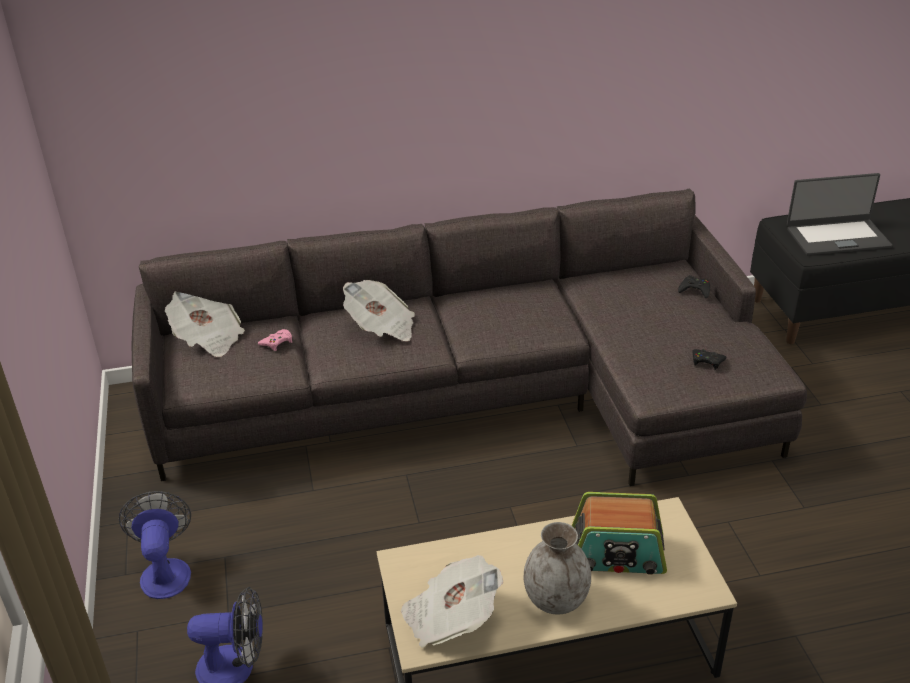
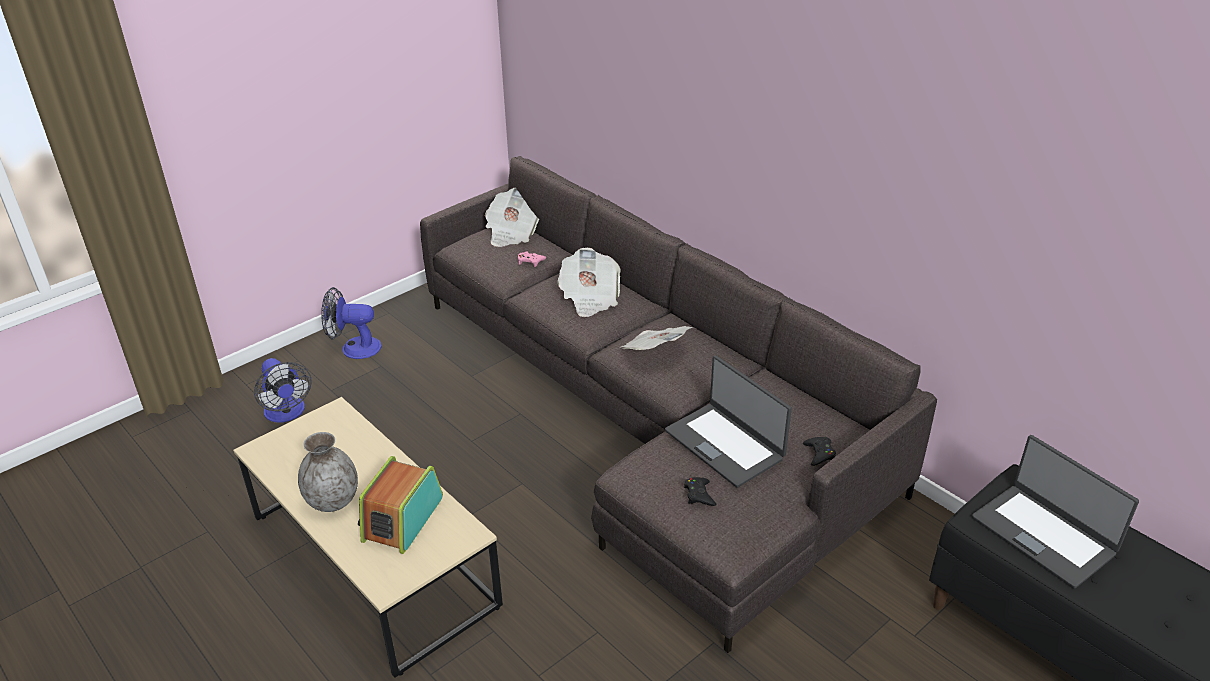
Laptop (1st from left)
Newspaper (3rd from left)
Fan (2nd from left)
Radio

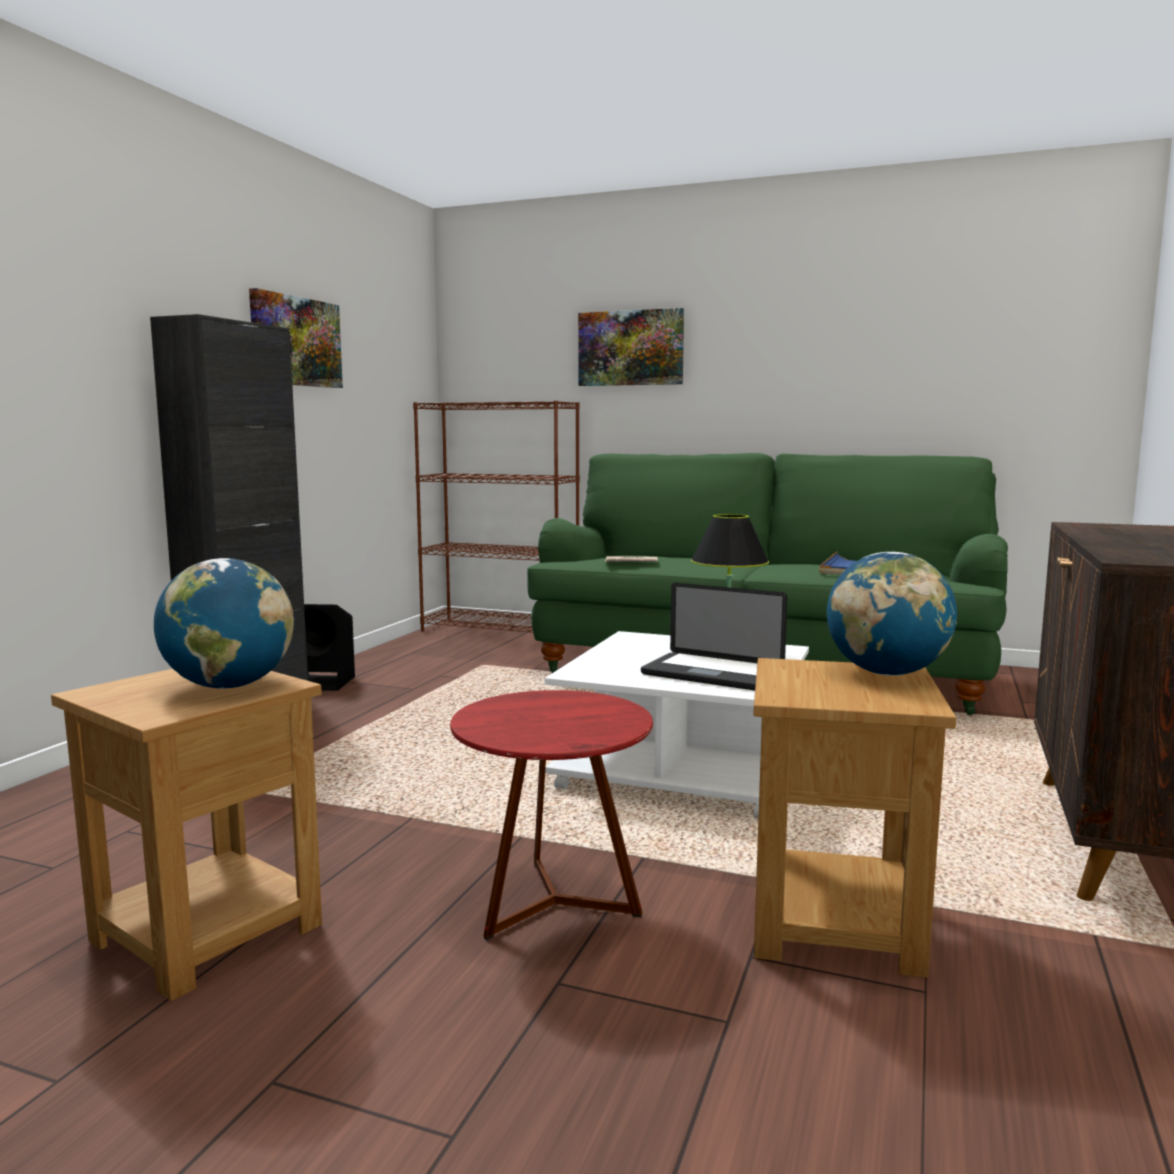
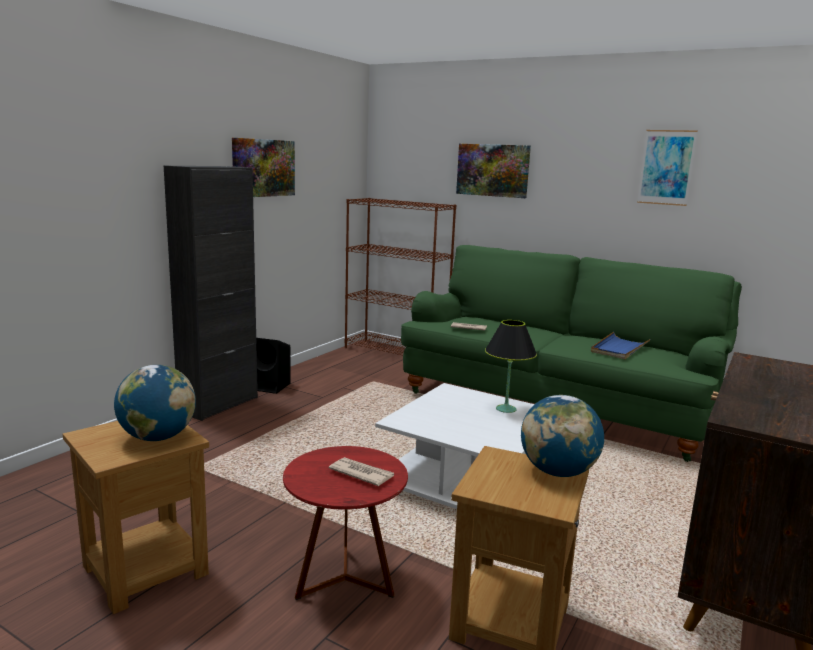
Laptop
Newspaper (1st from left)
Picture (3rd from left)

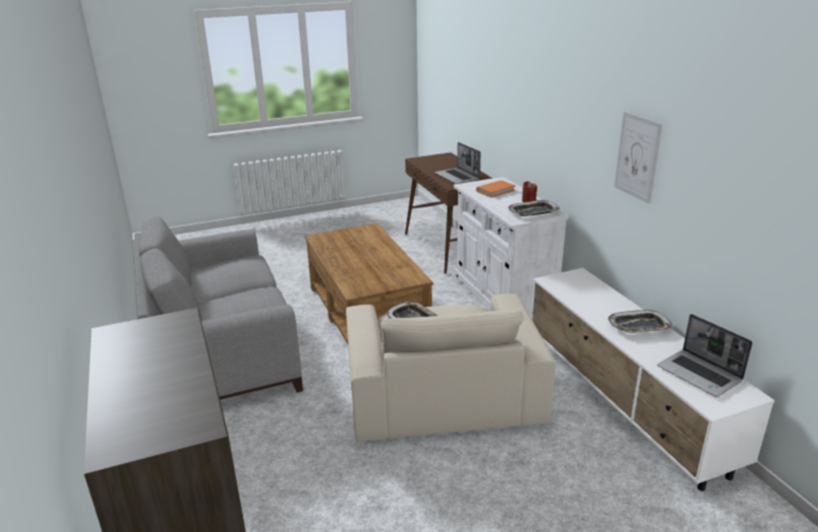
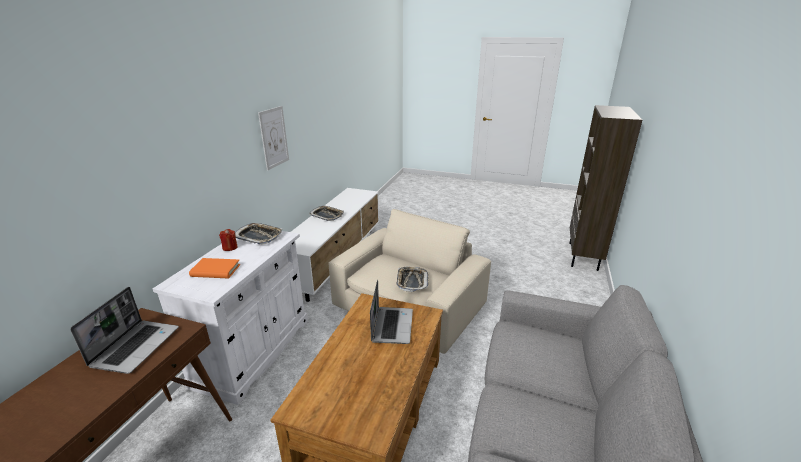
Laptop (2nd from left)

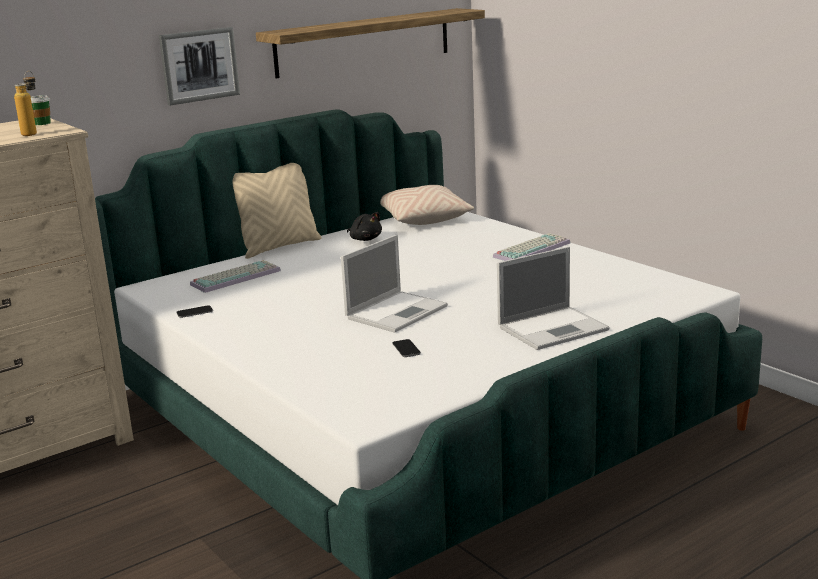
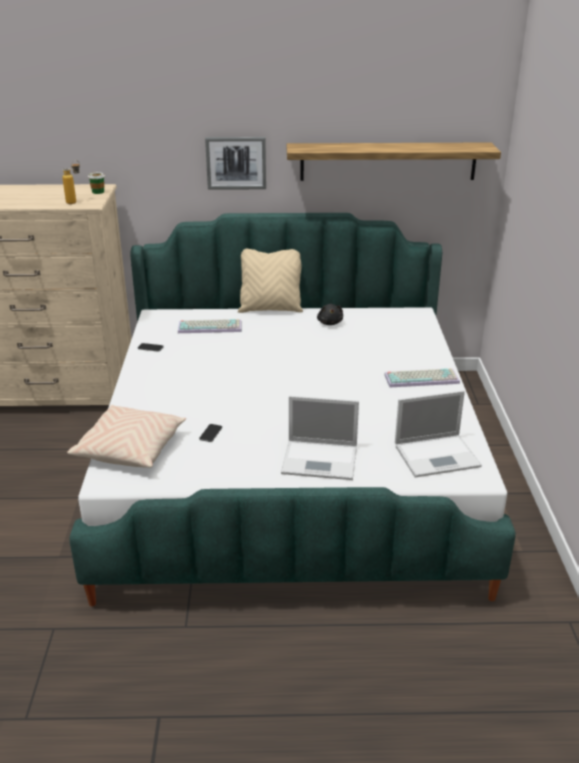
Laptop (2nd from left)
BeigePillow (1st from left)

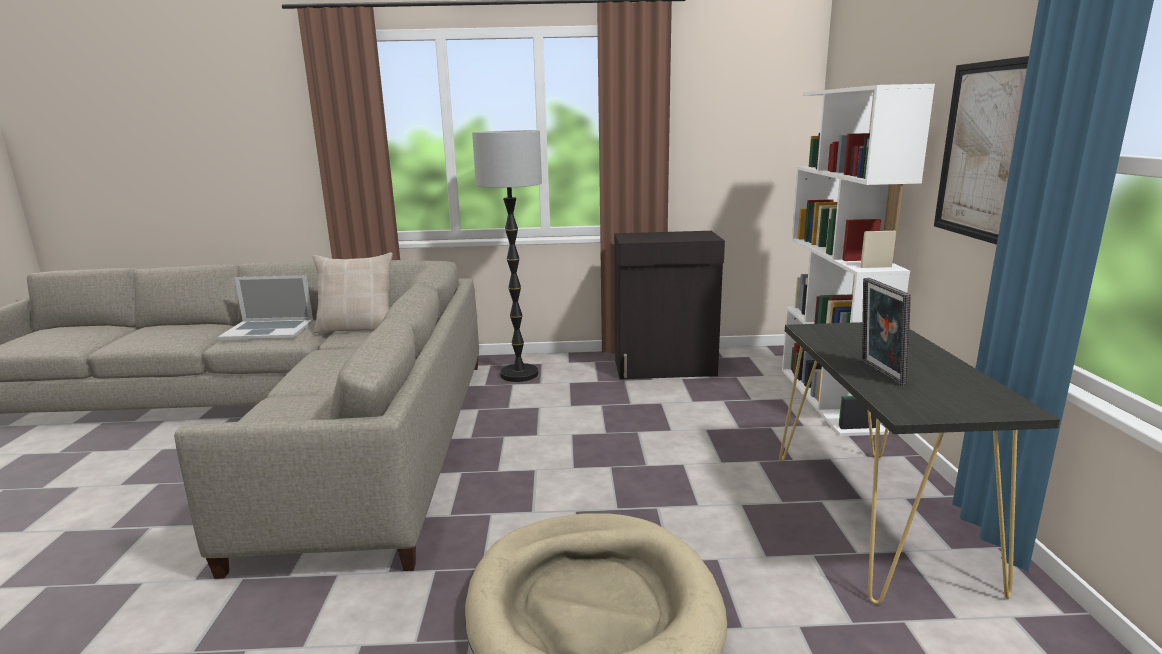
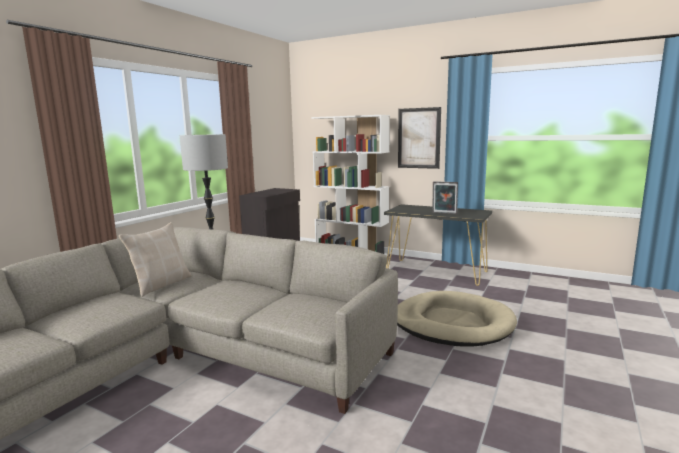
Laptop

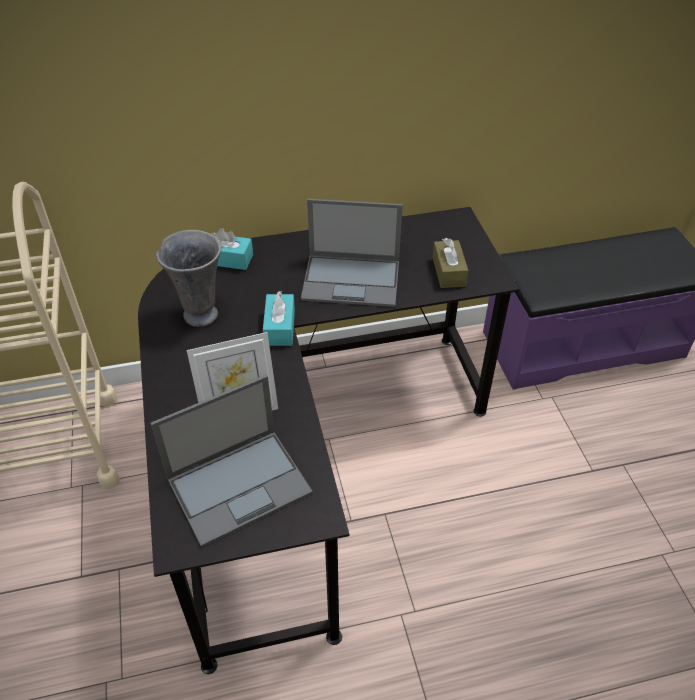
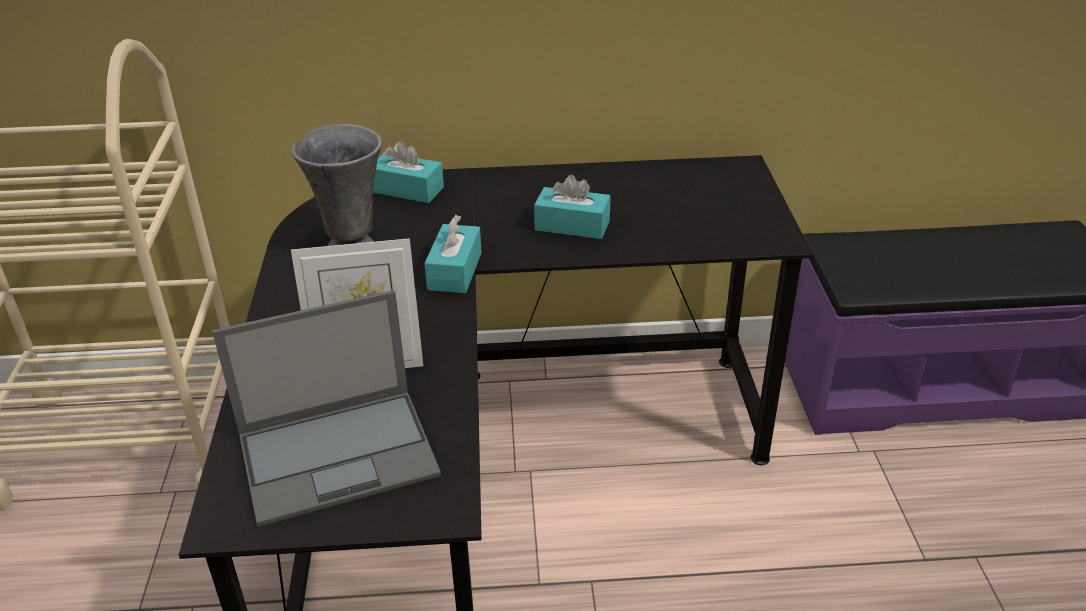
BrownTissueBox
TurquoiseTissueBox (3rd from left)

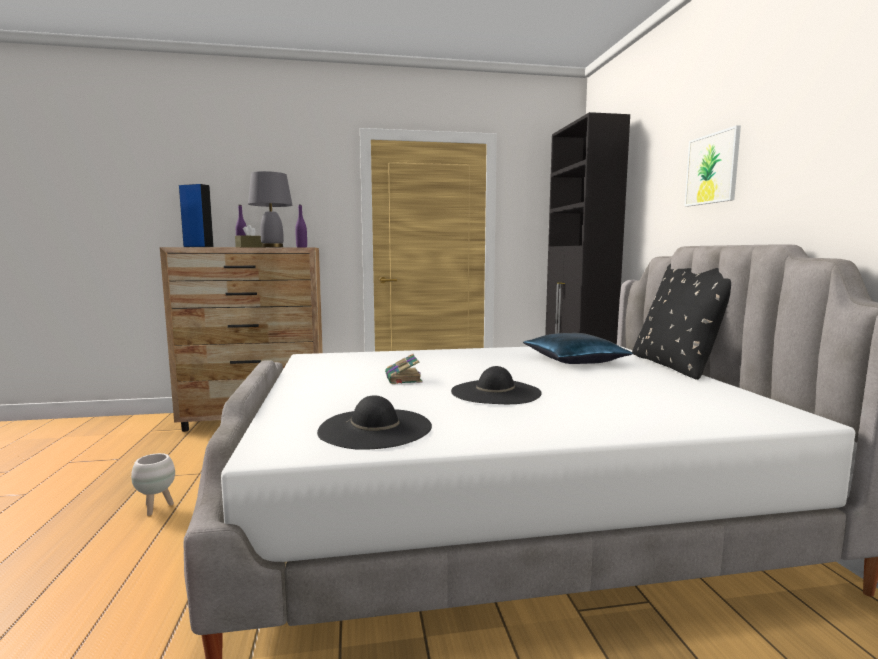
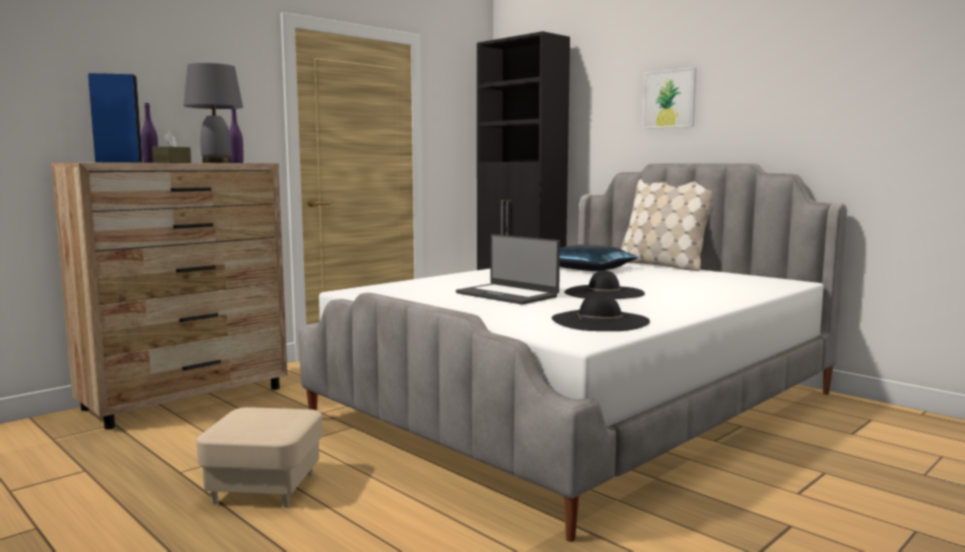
BeigeOttoman
Laptop
BeigePillow

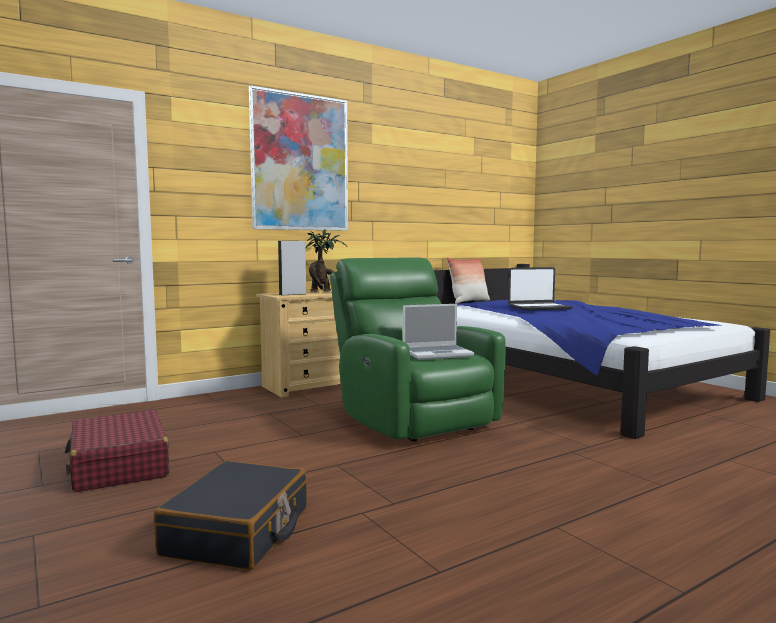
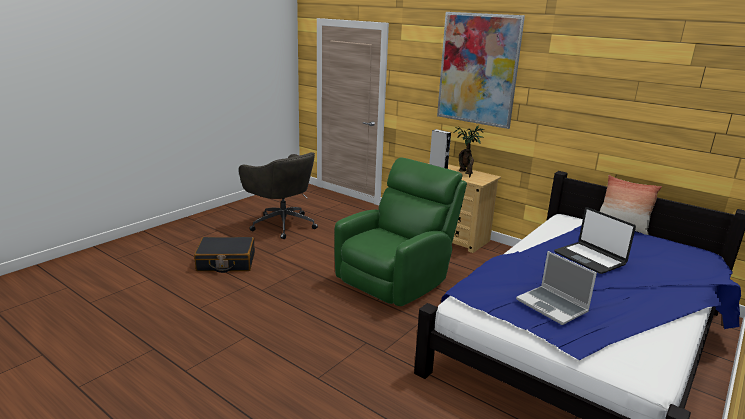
Laptop (1st from left)
GreyOfficeChair

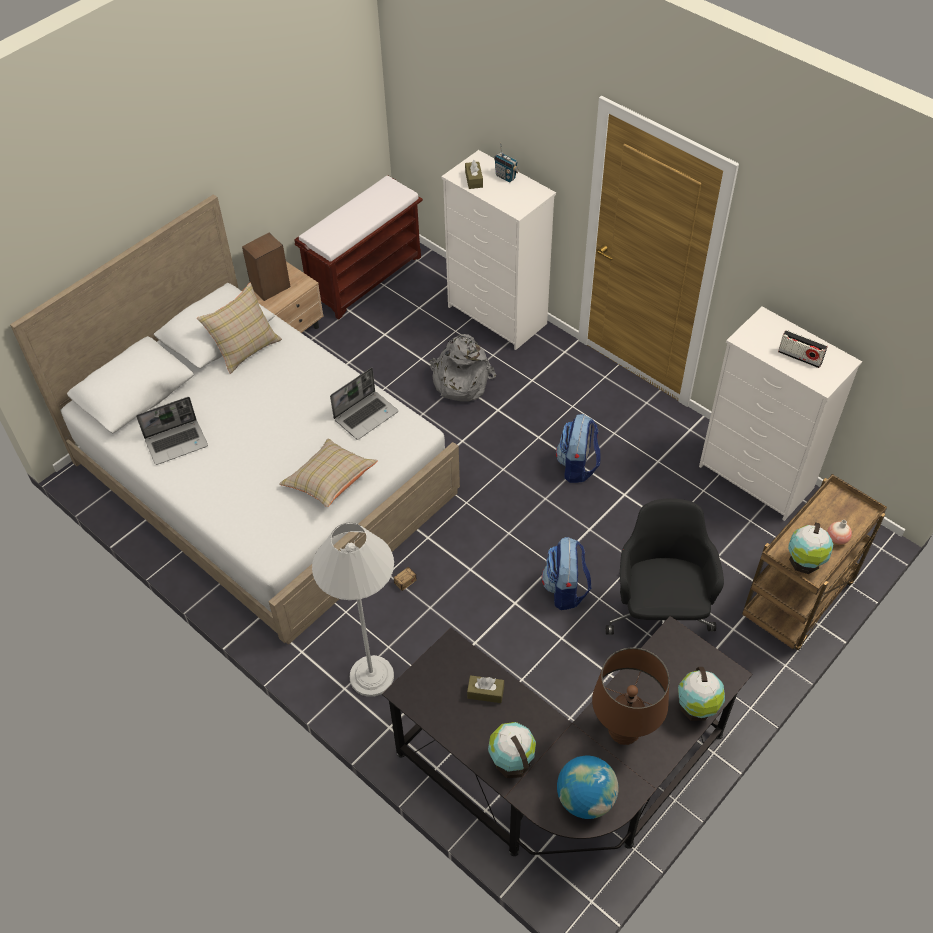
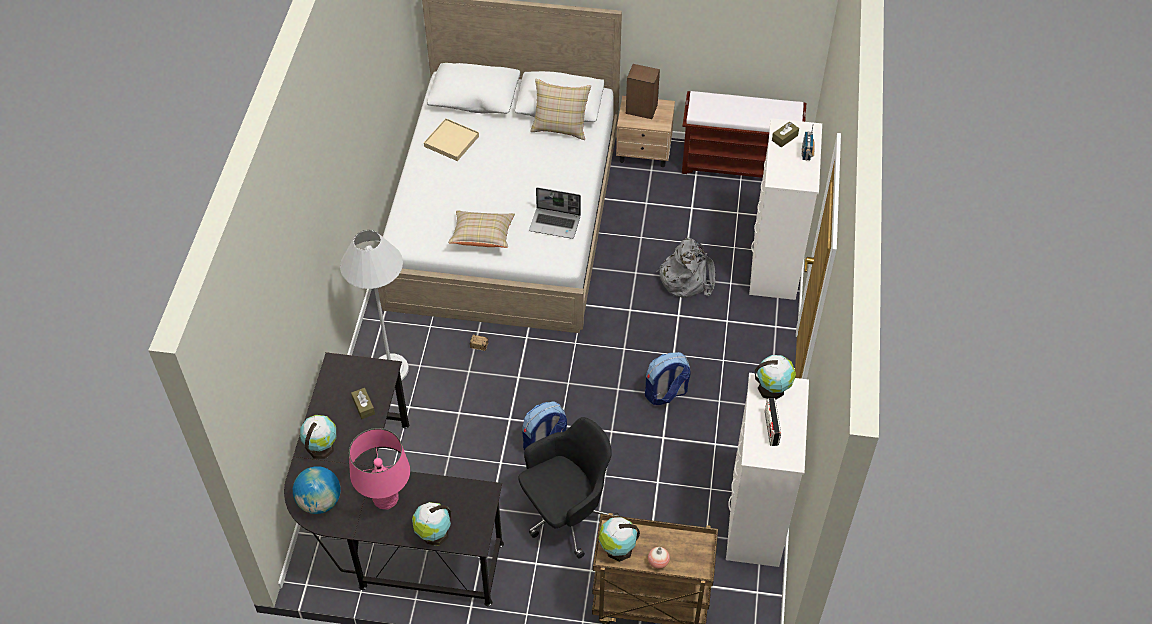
Globe (5th from left)
BeigeTray
PinkTableLamp

